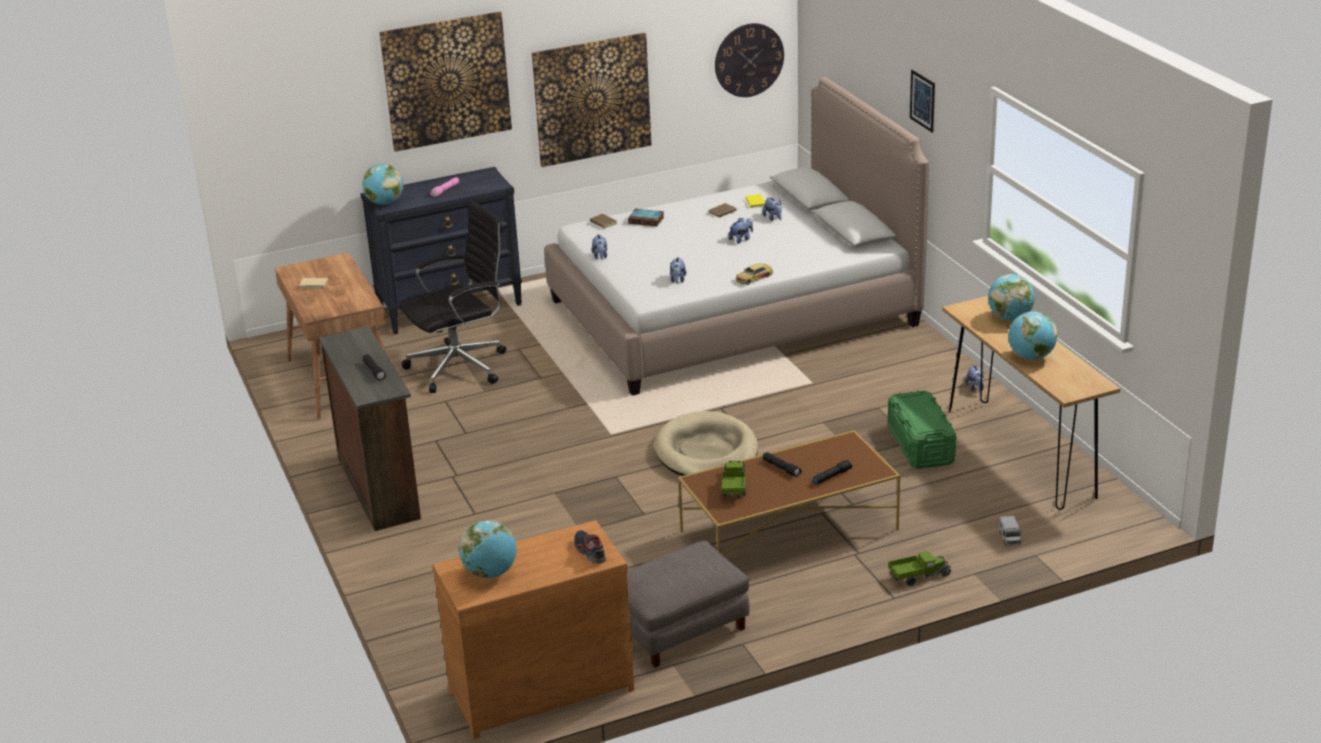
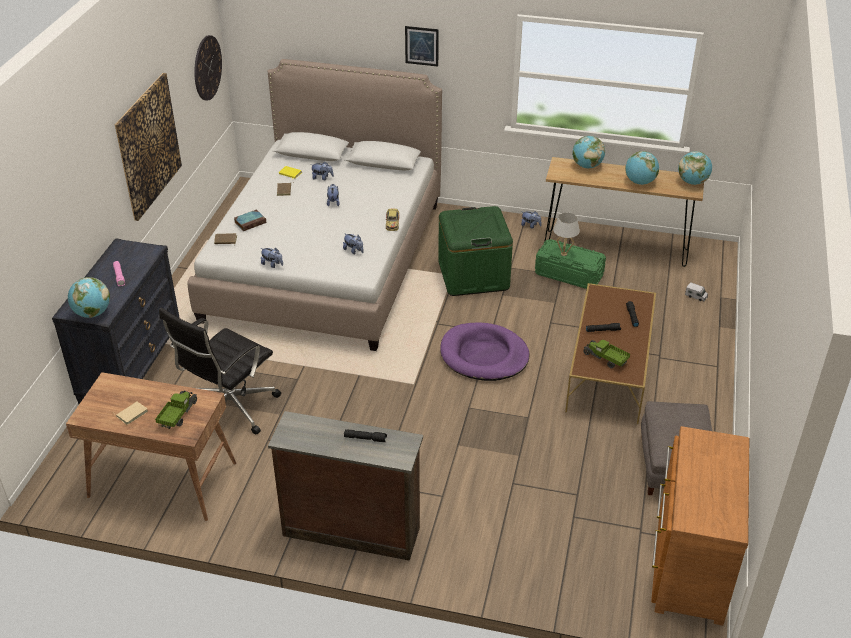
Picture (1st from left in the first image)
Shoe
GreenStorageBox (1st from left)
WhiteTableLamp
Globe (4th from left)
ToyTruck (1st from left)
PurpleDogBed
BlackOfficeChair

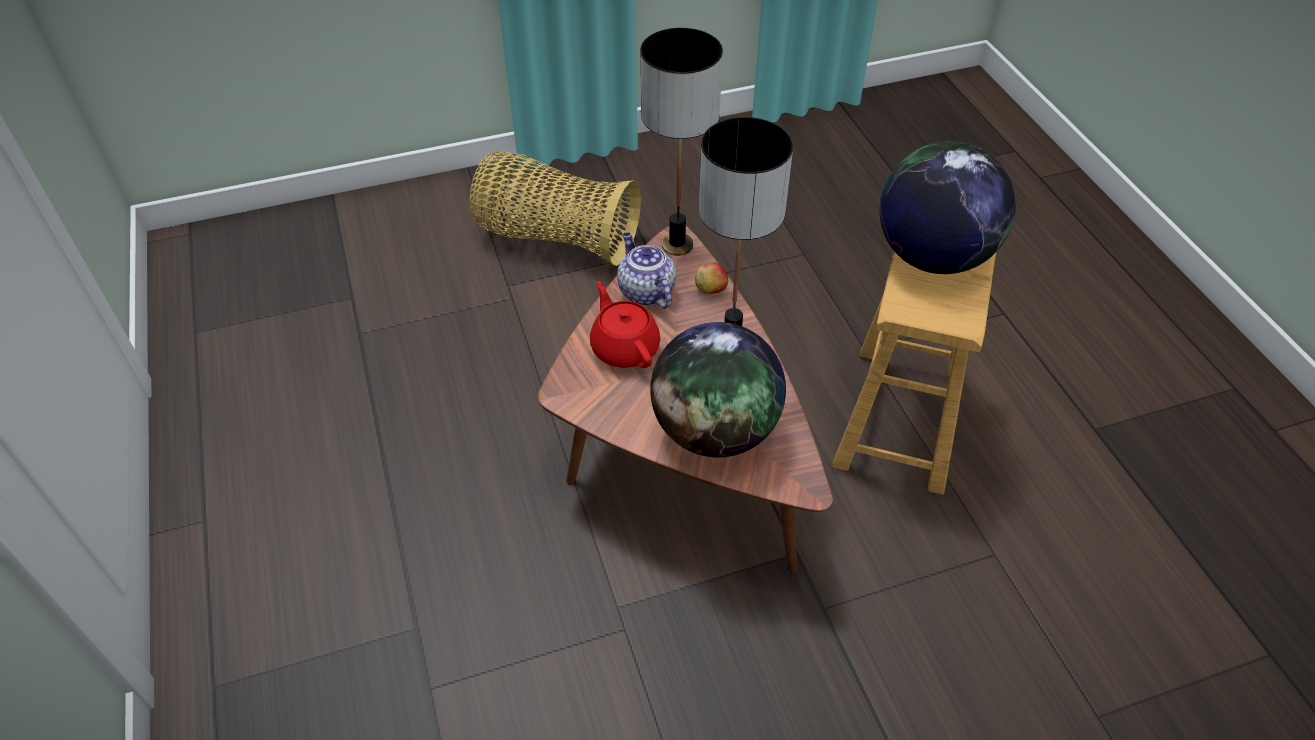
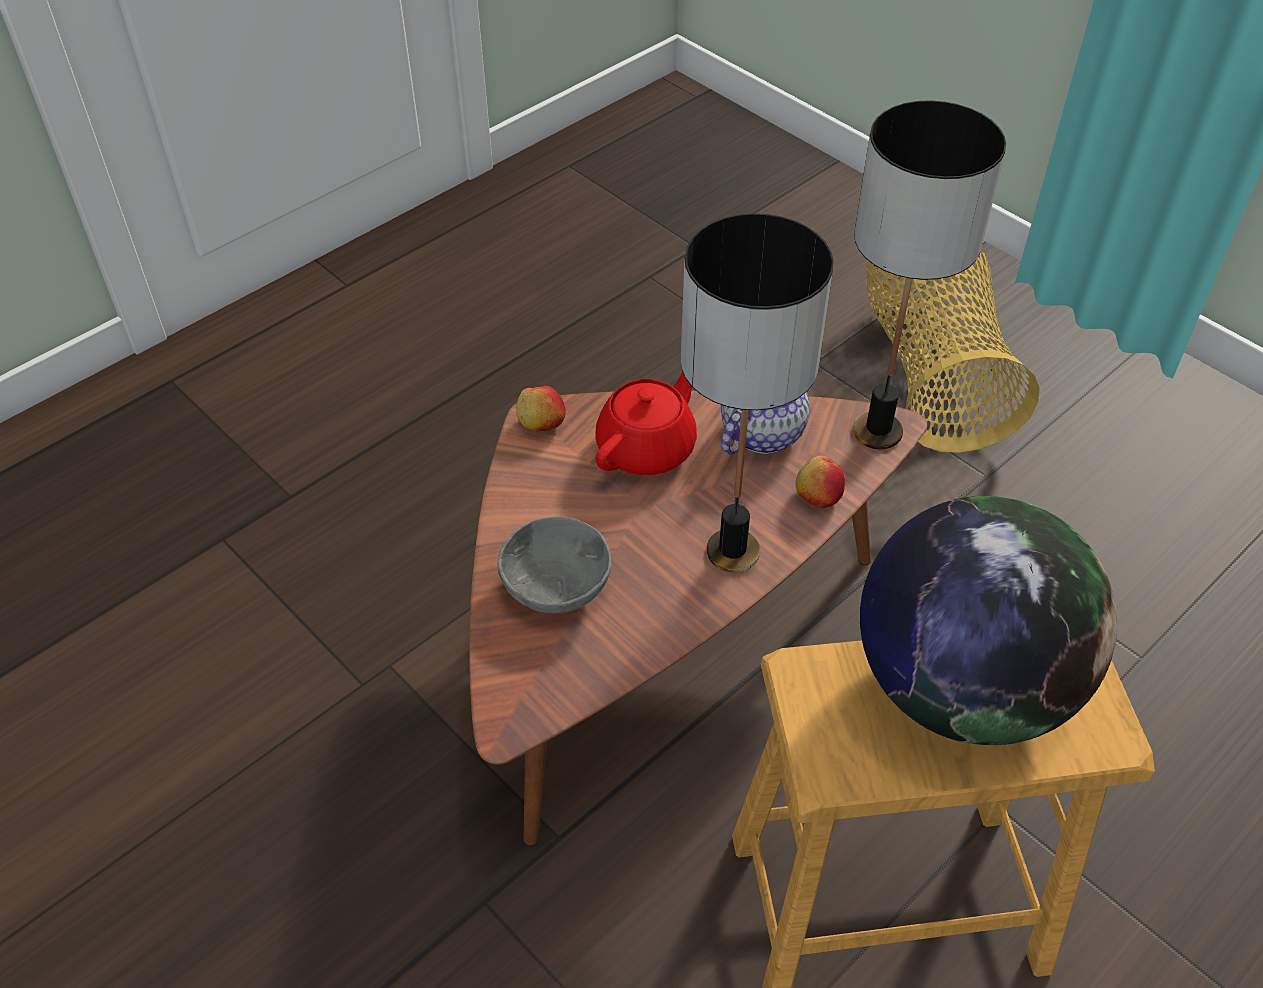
Apple (1st from left)
GreyBowl

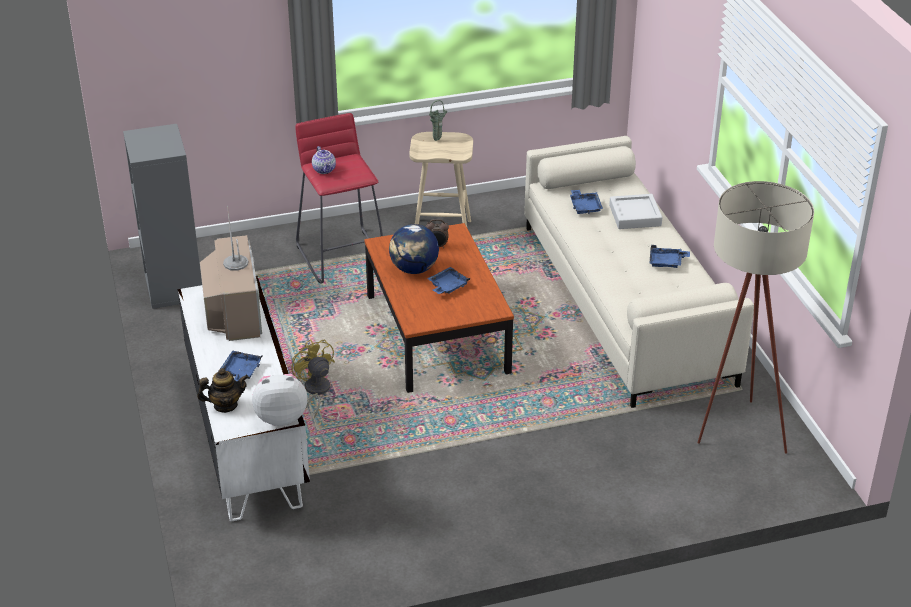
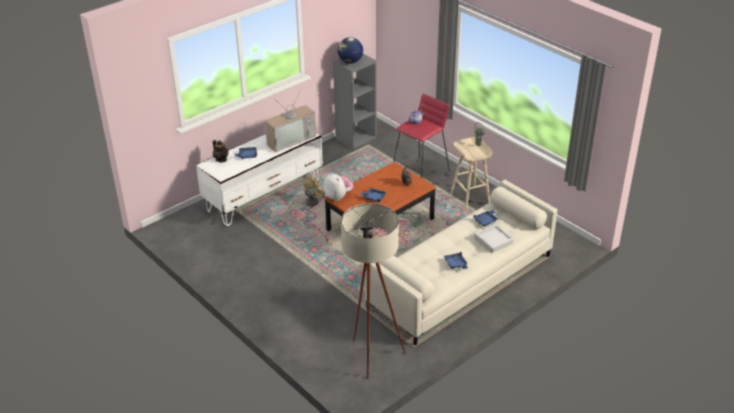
PlushToy
Globe

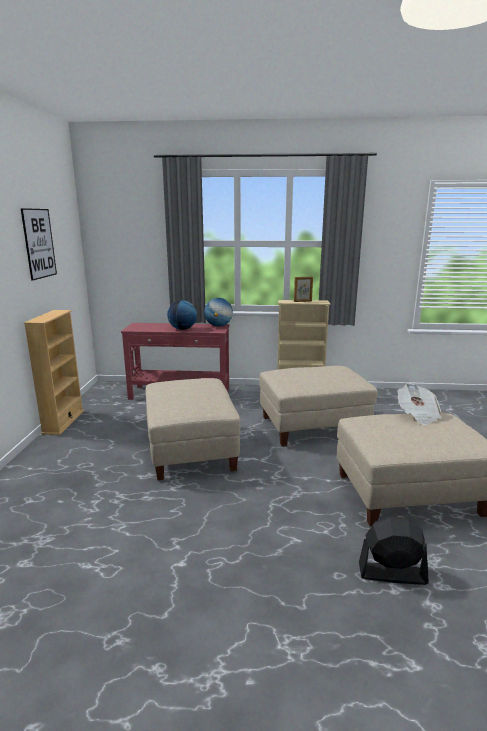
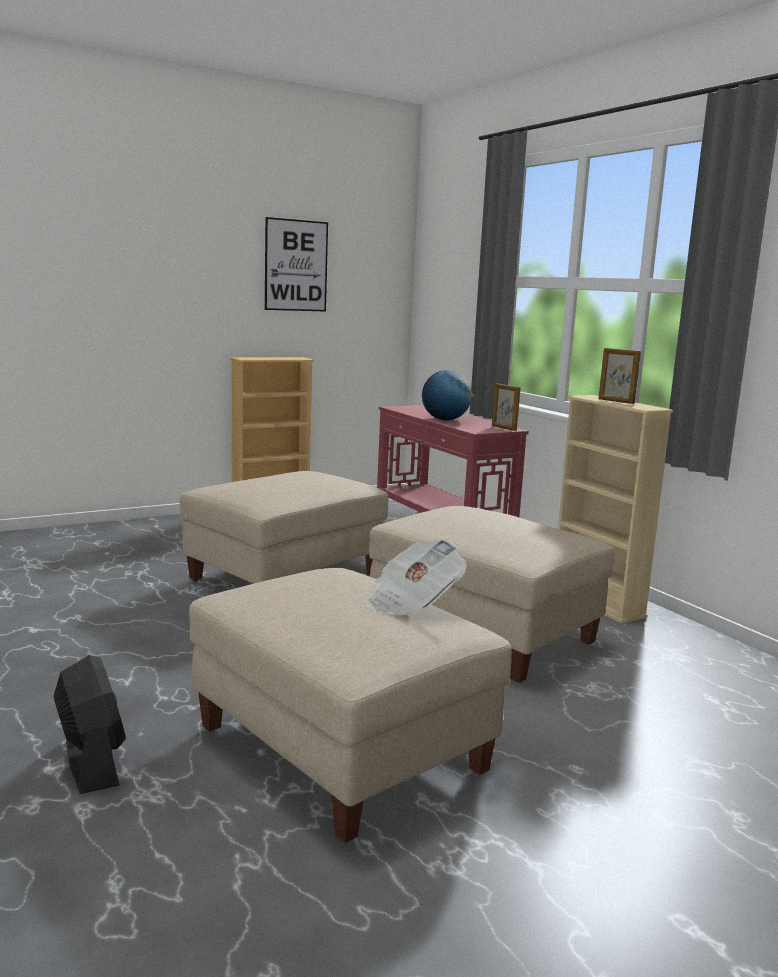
PictureFrame (1st from left)

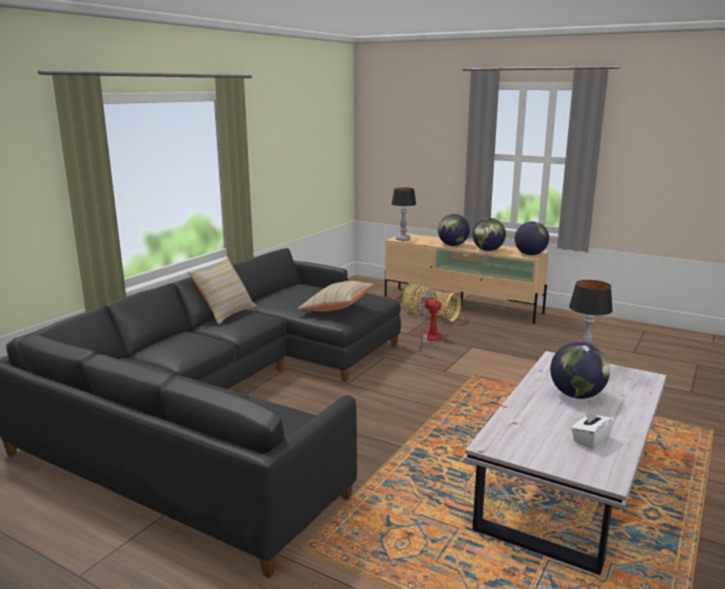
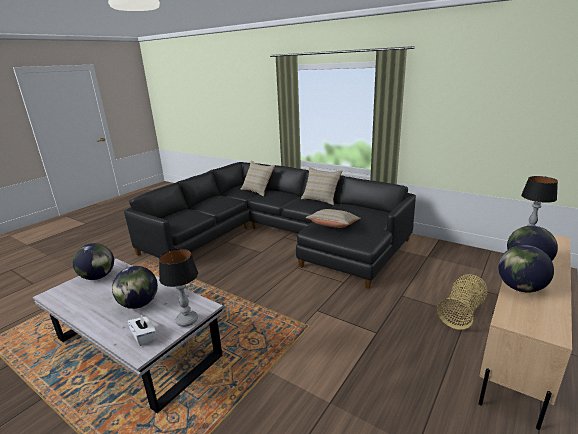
Fan
BeigePillow (1st from left)
Globe (1st from left)
WhiteTissueBox

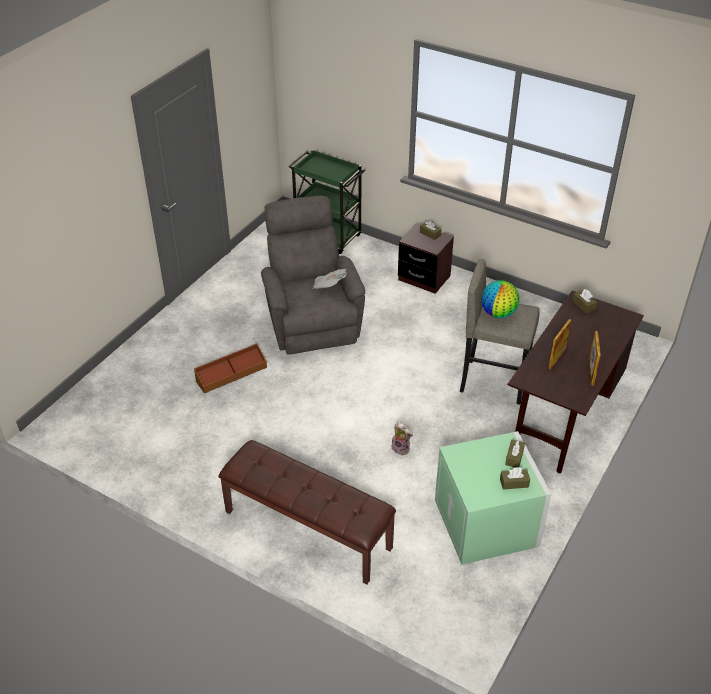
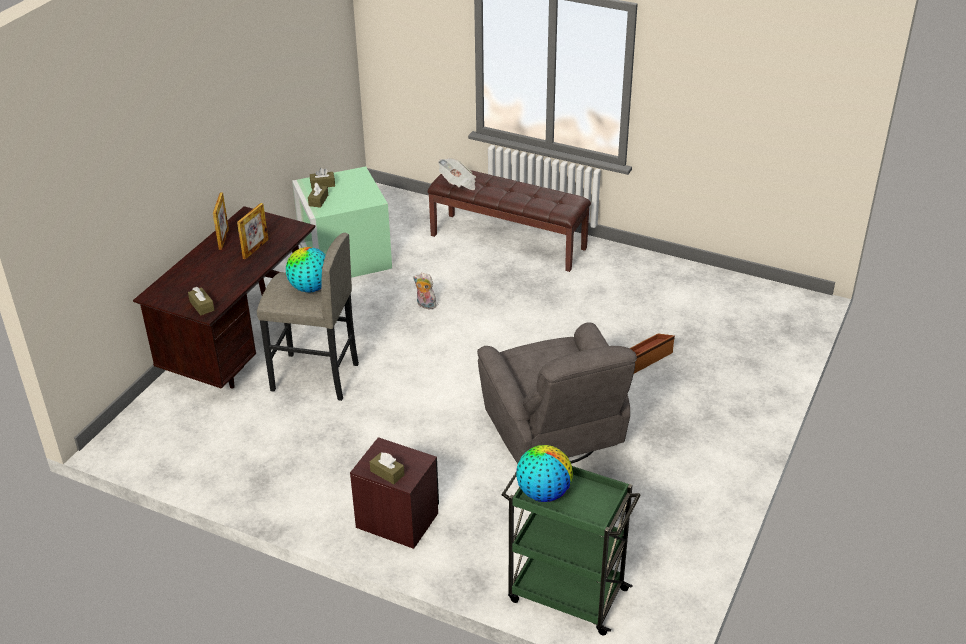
Globe (2nd from left)
Newspaper

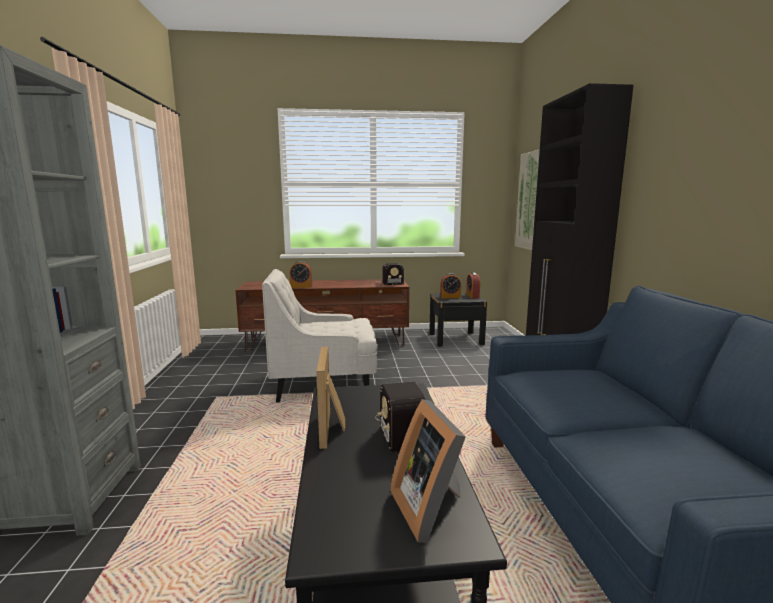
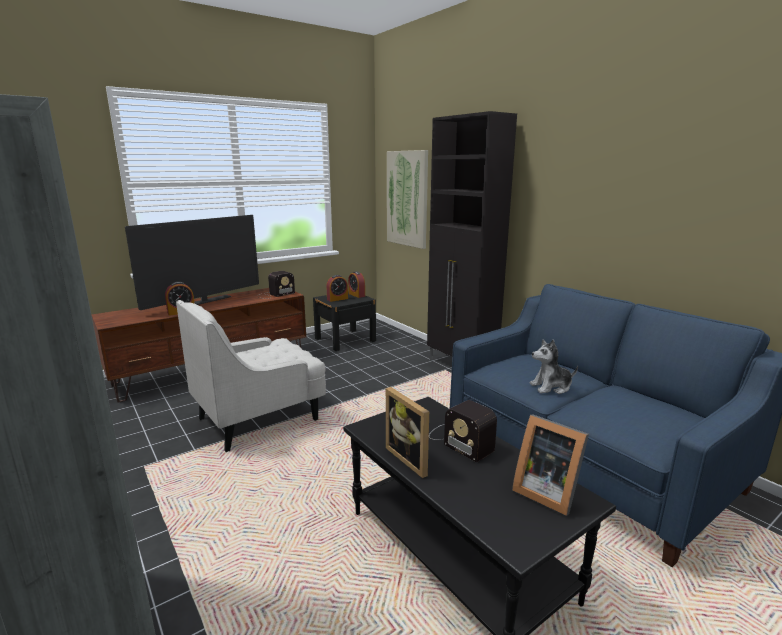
Television
PlushToy

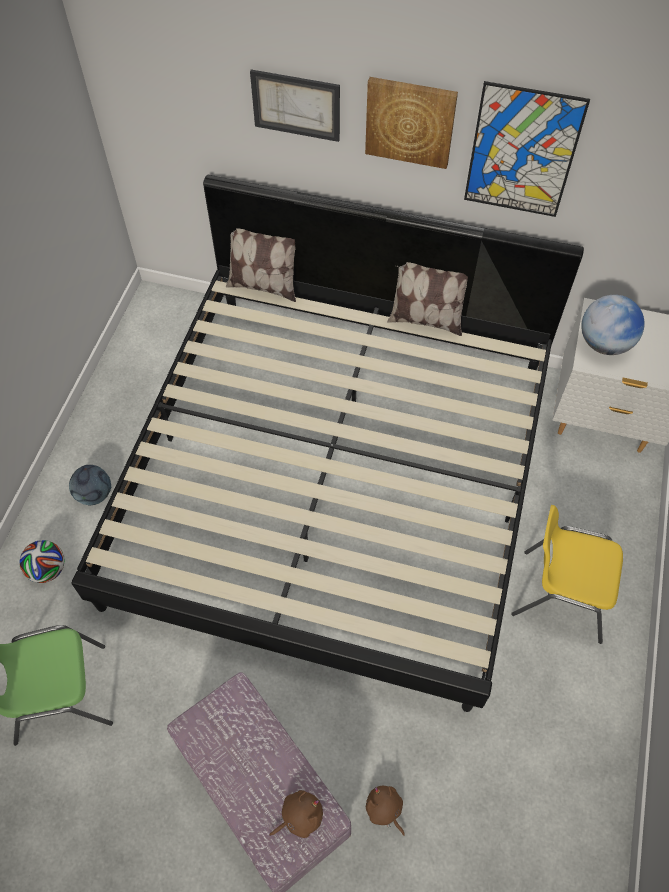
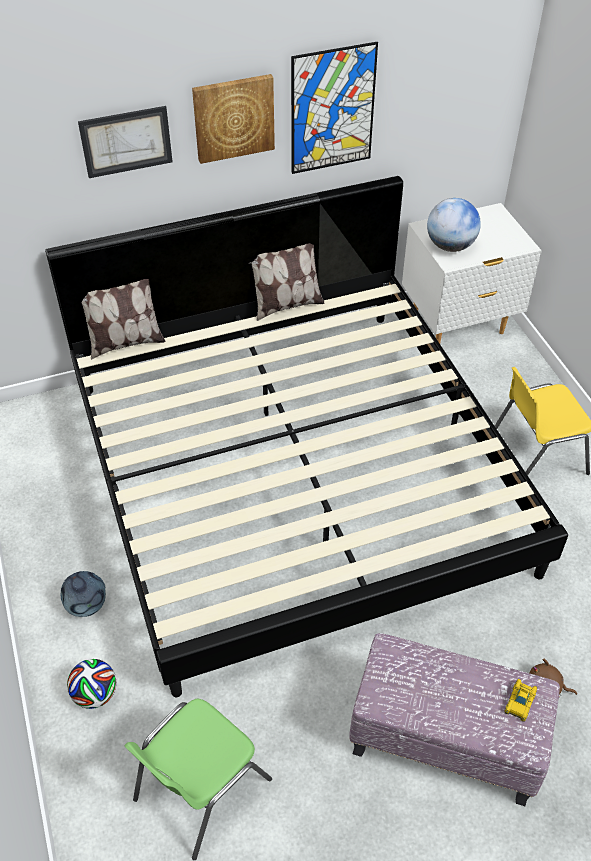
ToyCar

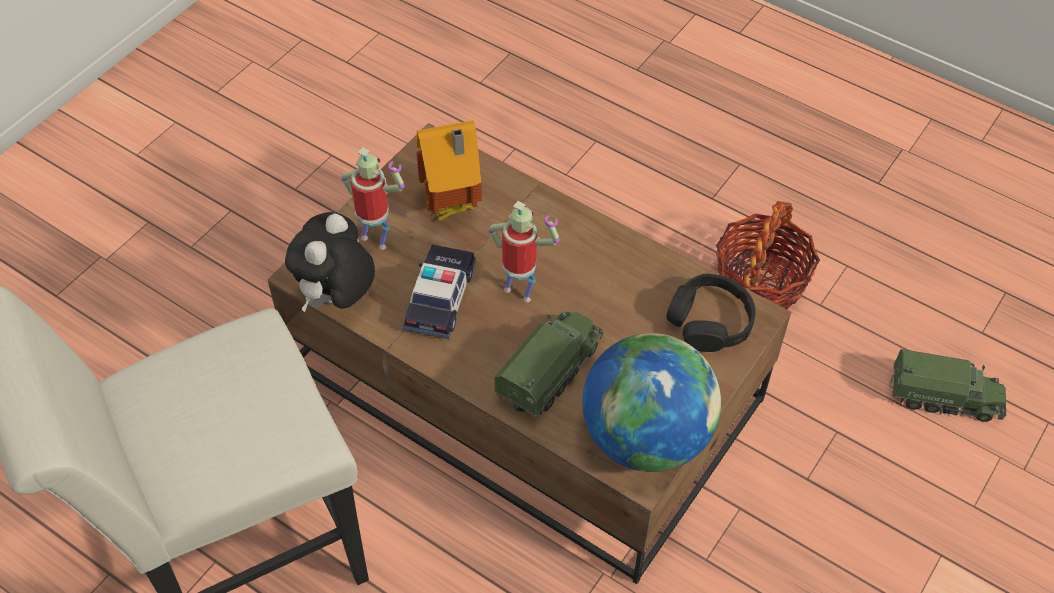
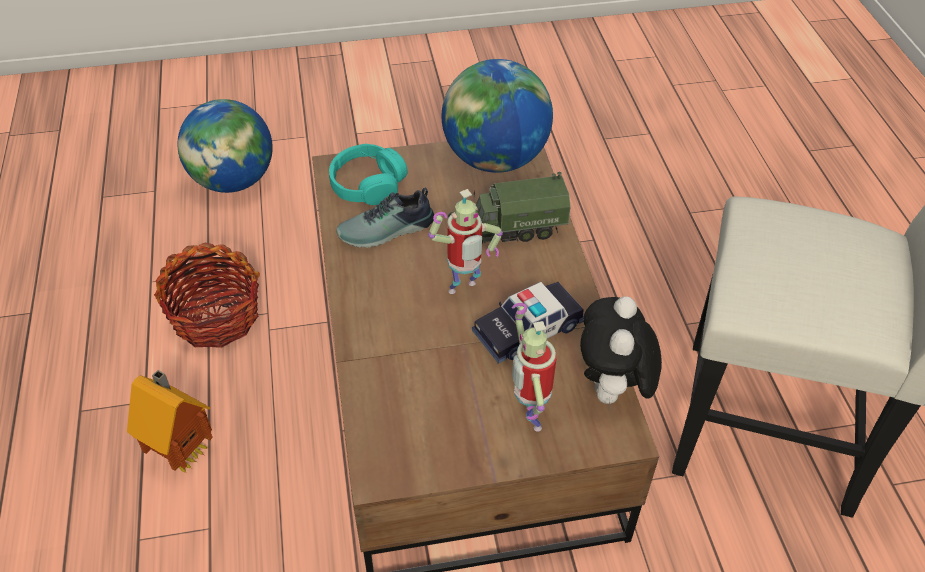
Shoe
ToyHouse
Globe (1st from left)
TurquoiseHeadphones
PlushToy
ToyRobot (1st from left)

